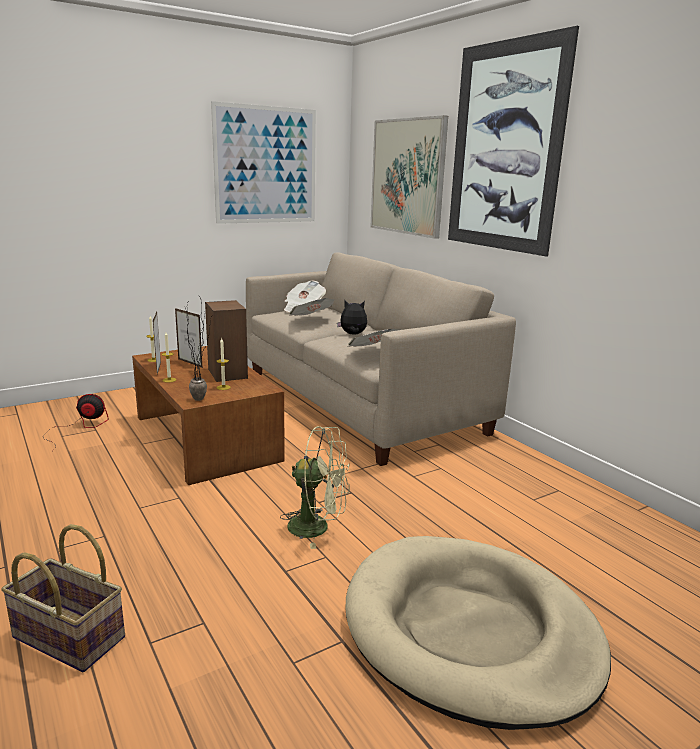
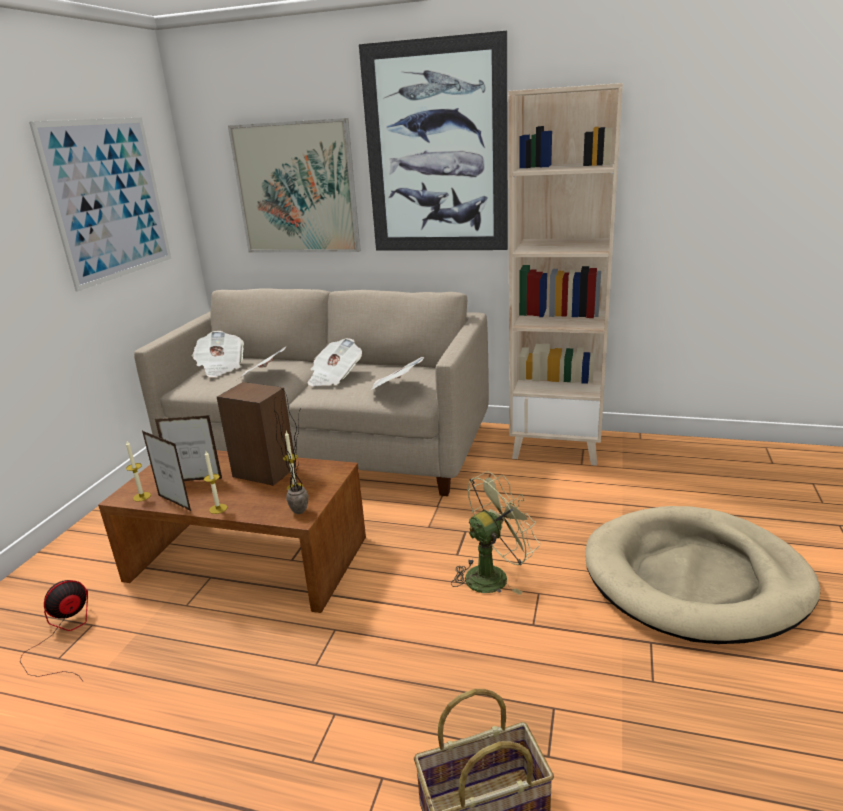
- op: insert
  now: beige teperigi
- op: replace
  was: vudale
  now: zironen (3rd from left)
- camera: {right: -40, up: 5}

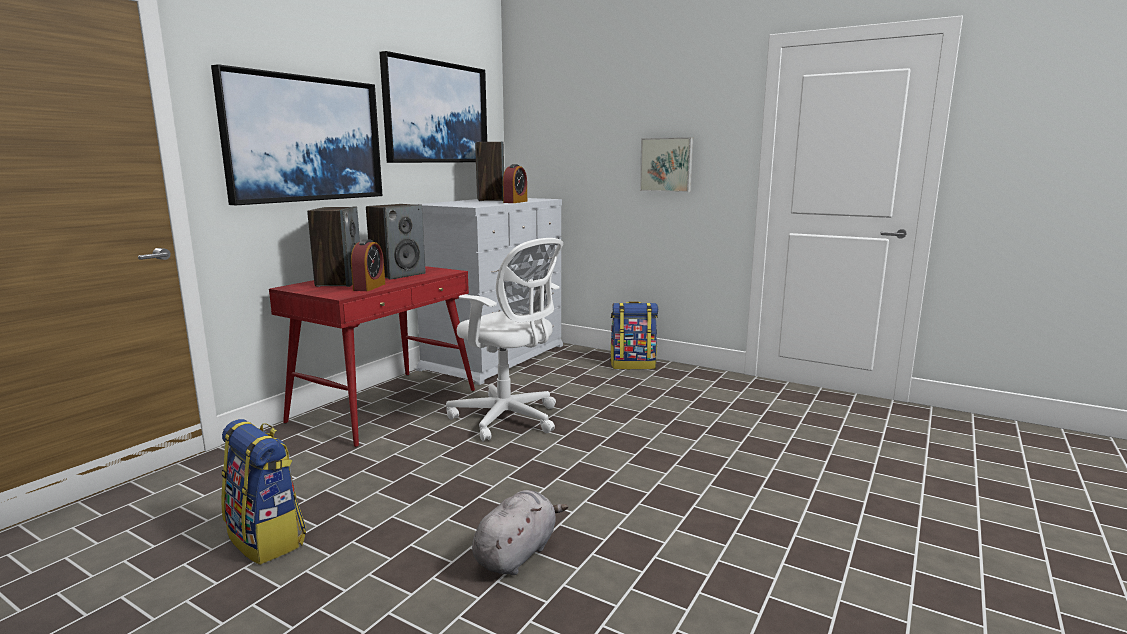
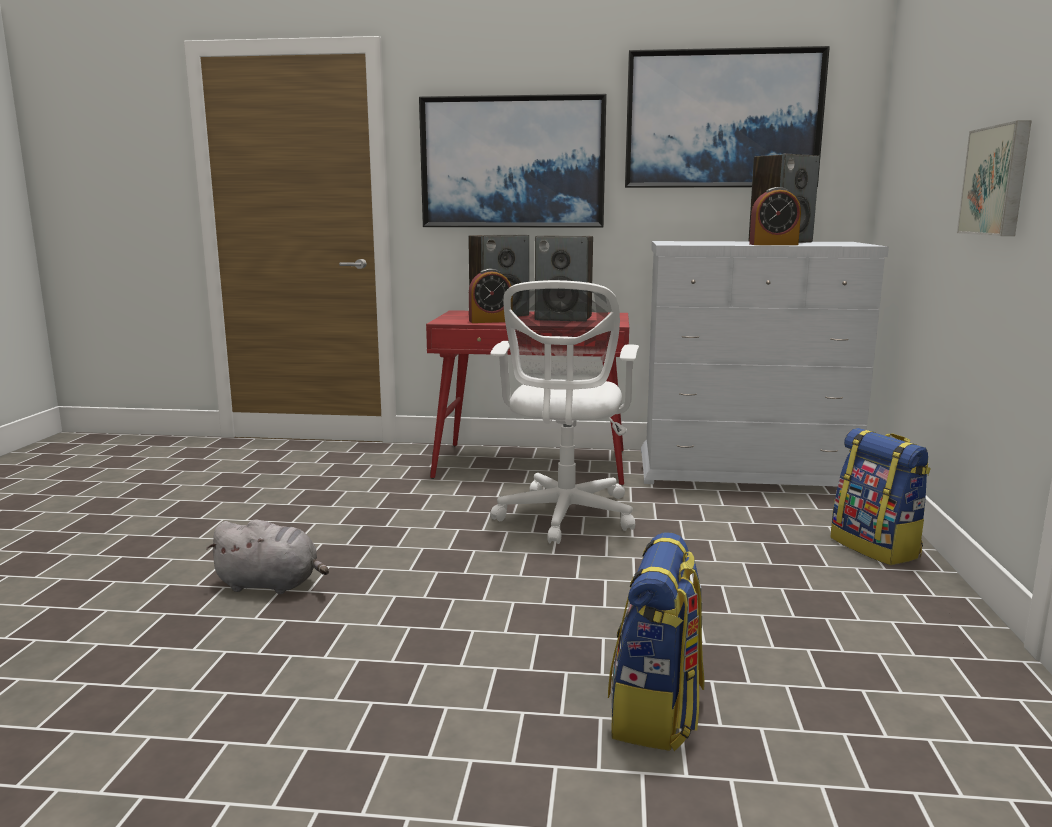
- op: move
  was: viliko (1st from left)
- camera: {right: 65, up: 0}

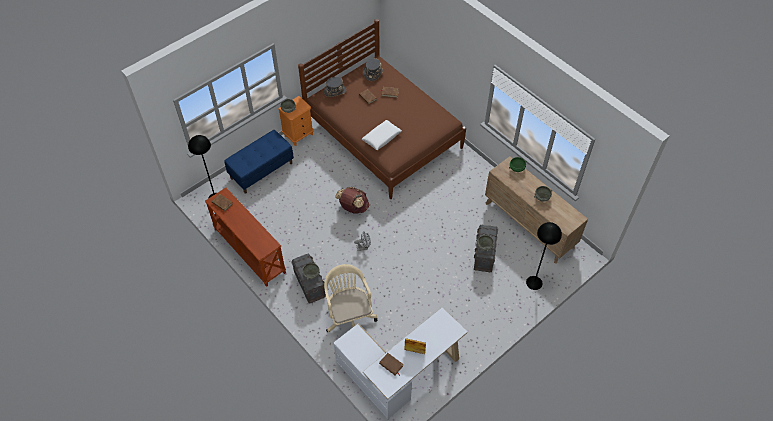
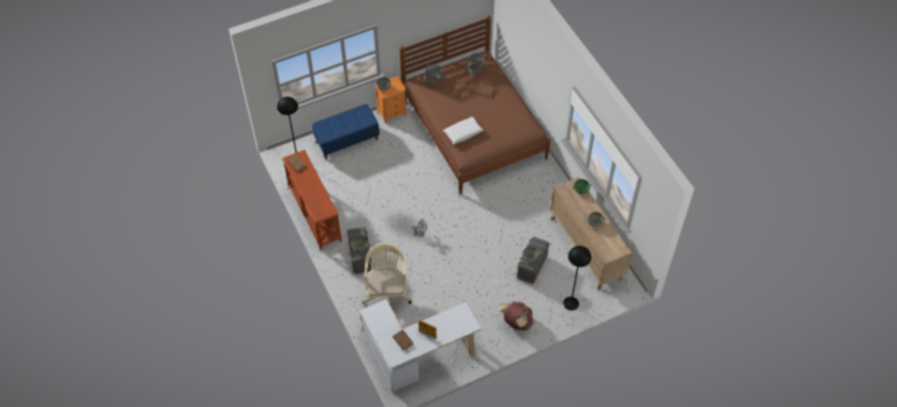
- op: move
  was: brown viliko
- camera: {right: 15, up: 0}

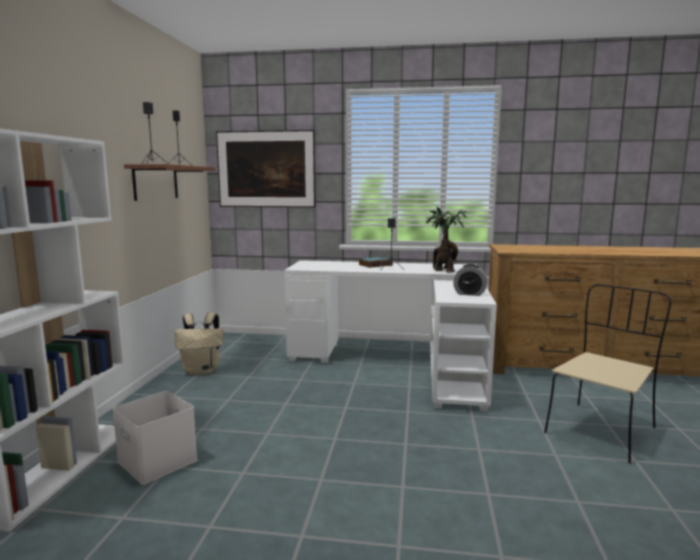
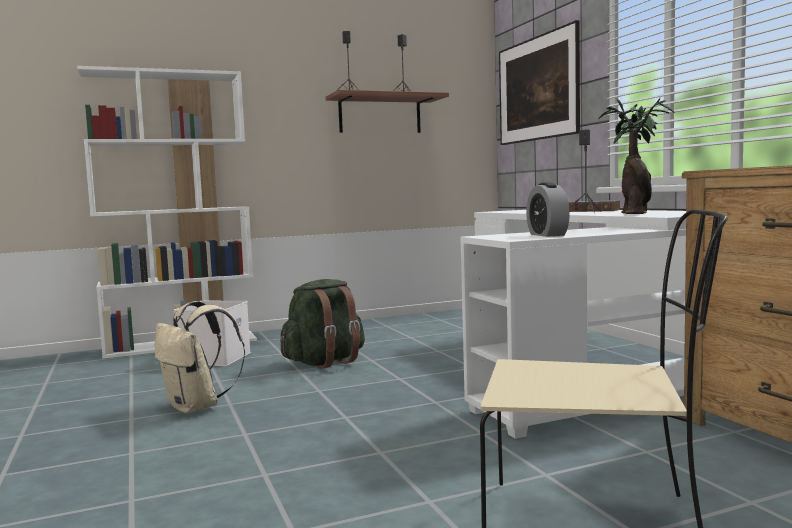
- op: insert
  now: green viliko
- op: move
  was: beige viliko
- camera: {right: 60, up: -5}

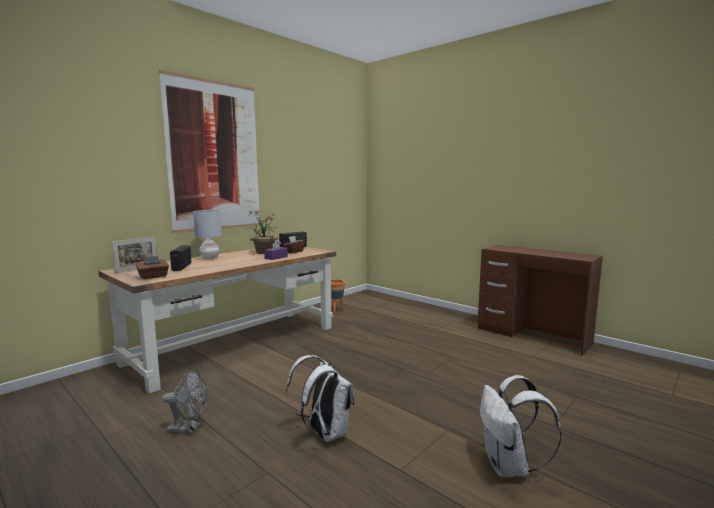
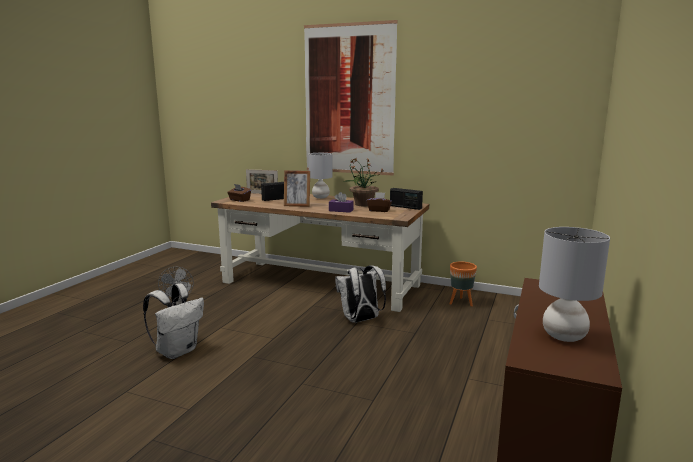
- op: insert
  now: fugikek (2nd from left)
- op: insert
  now: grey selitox (2nd from left)
- op: move
  was: white viliko (2nd from left)
- camera: {right: 70, up: 5}

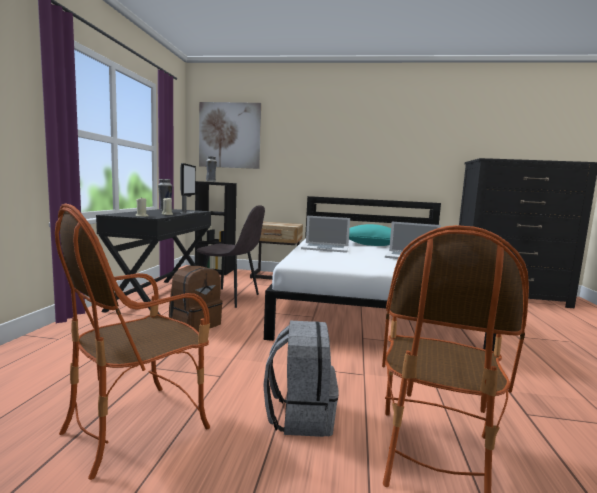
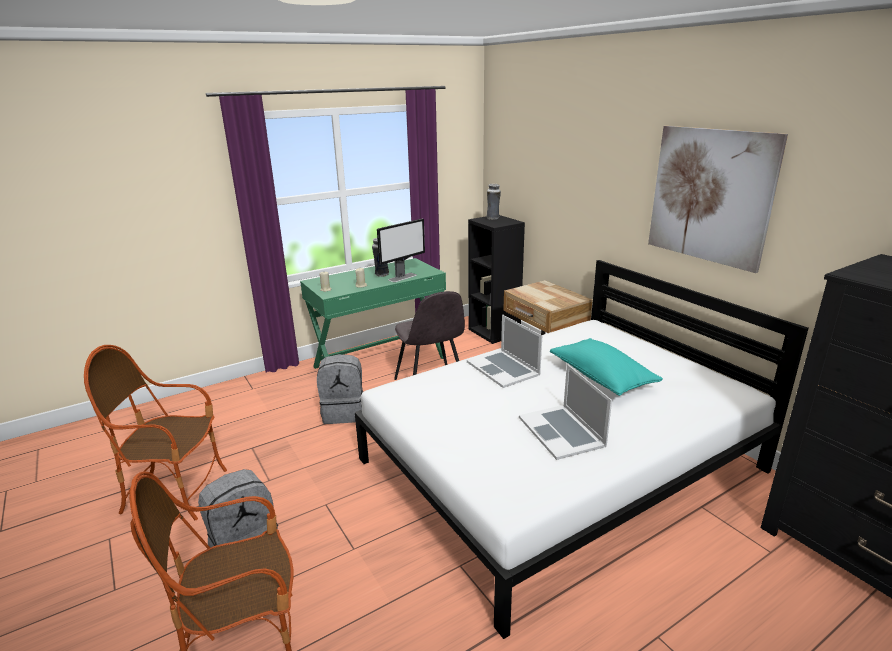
- op: move
  was: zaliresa
- op: recolor
  was: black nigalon
  now: green nigalon
- op: recolor
  was: brown viliko
  now: grey viliko (2nd from left)
- camera: {right: 50, up: 15}

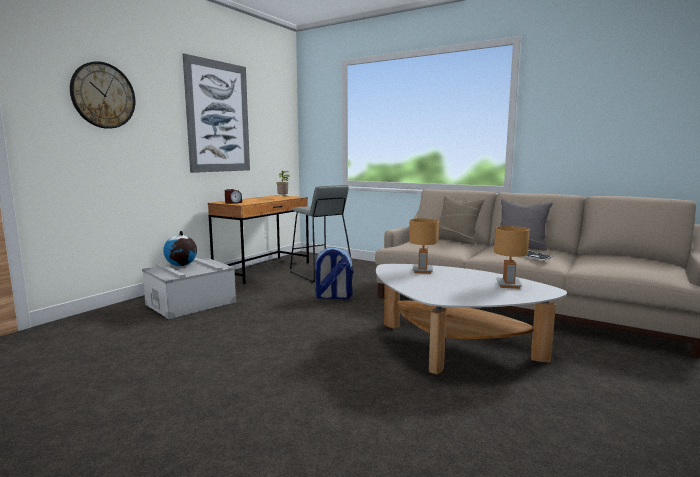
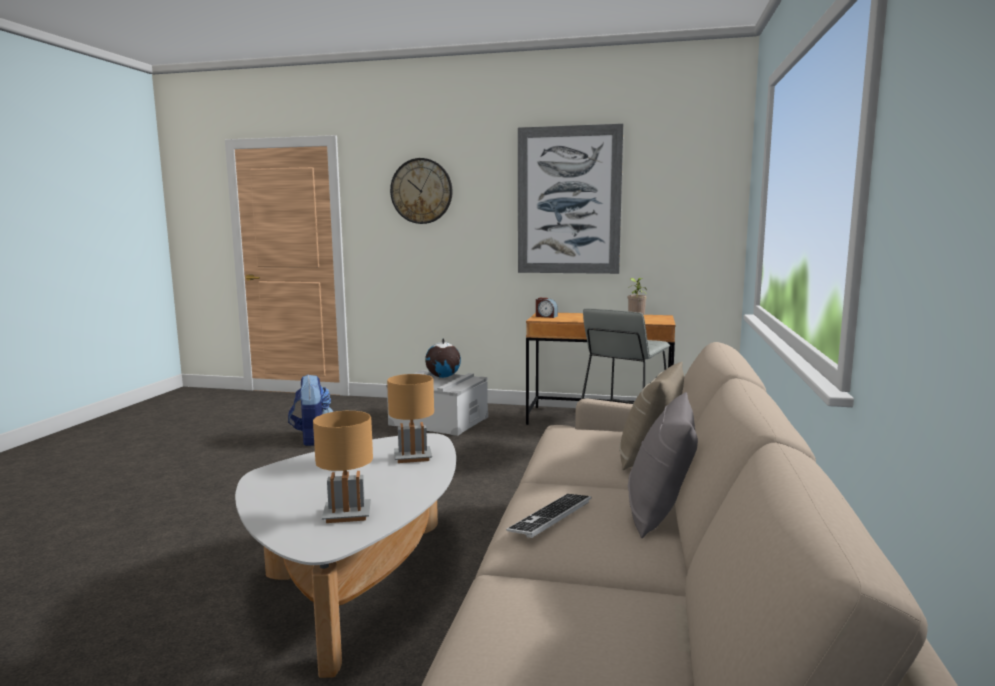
- op: move
  was: viliko
- camera: {right: 70, up: 0}

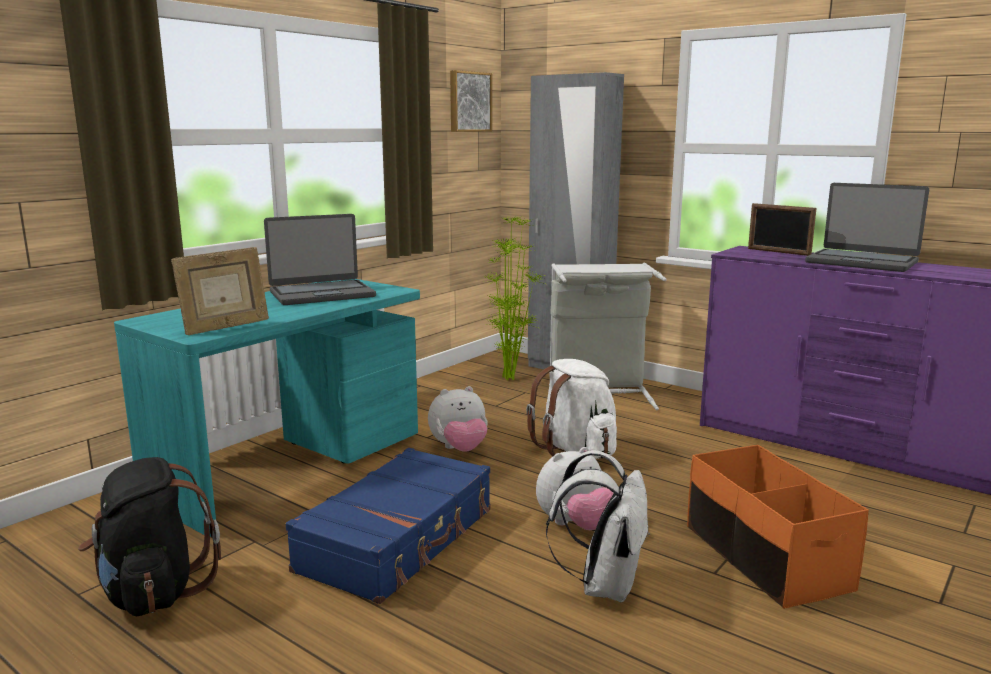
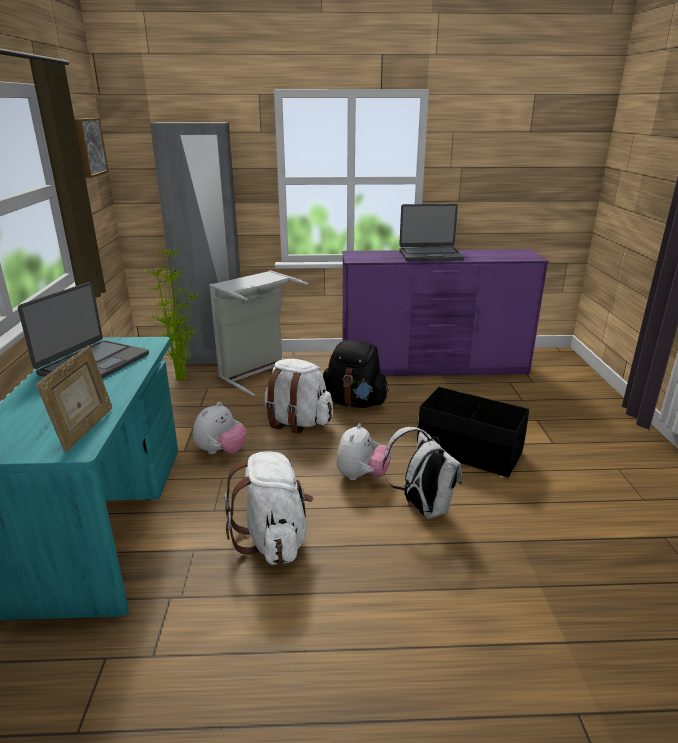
- op: delete
  was: fugikek (2nd from left)
- op: move
  was: black viliko
- op: replace
  was: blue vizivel
  now: white viliko (1st from left)
- op: recolor
  was: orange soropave
  now: black soropave
- camera: {right: -40, up: 10}

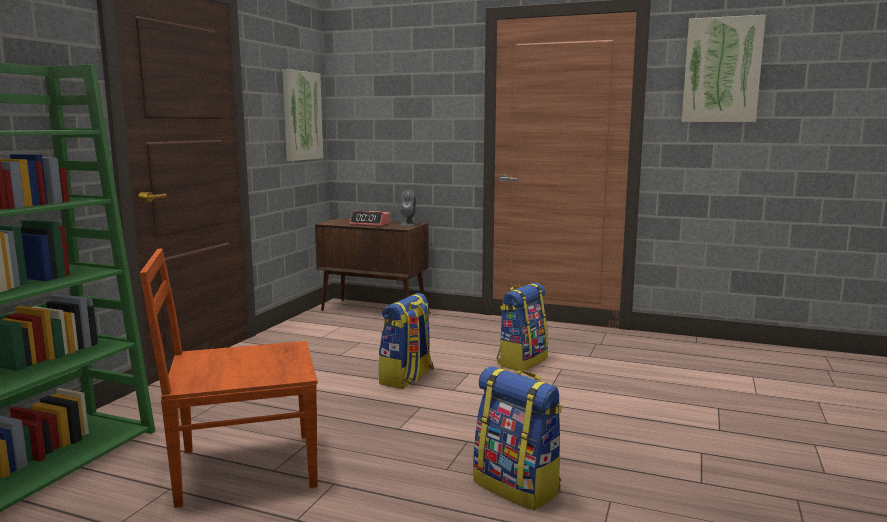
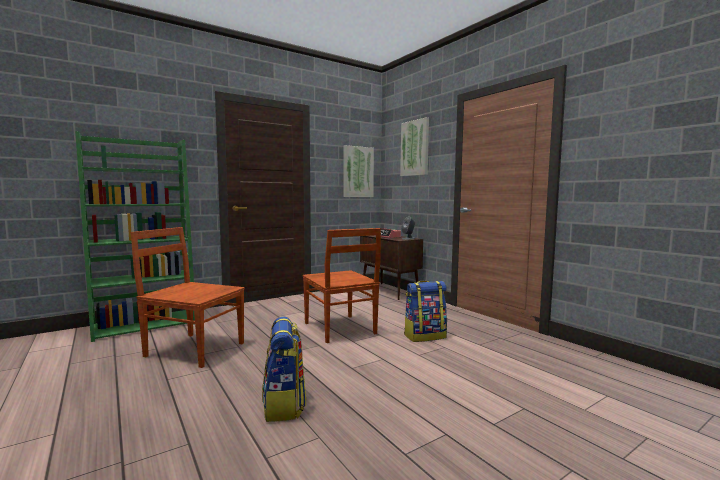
- op: move
  was: zaliresa (2nd from left)
- op: replace
  was: viliko (1st from left)
  now: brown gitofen (2nd from left)
- camera: {right: 35, up: -5}

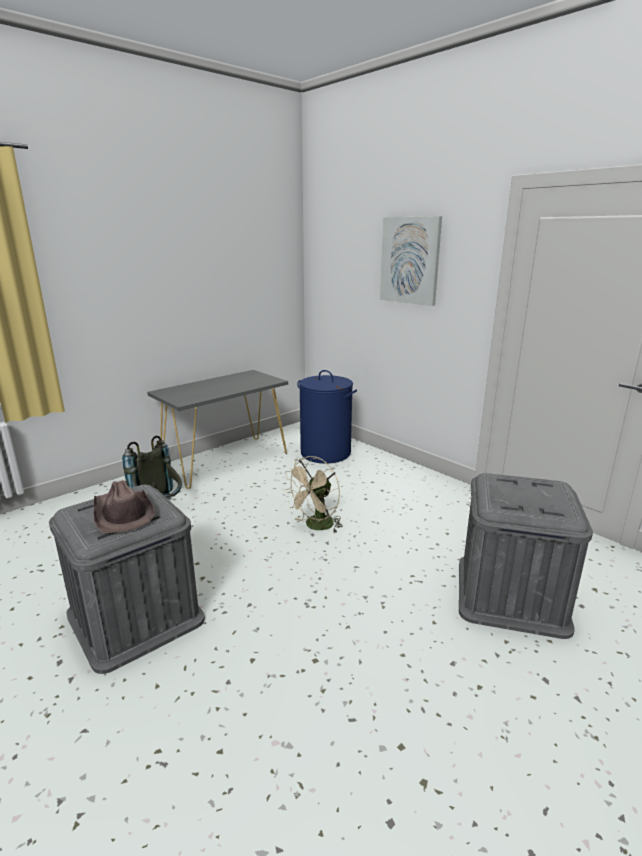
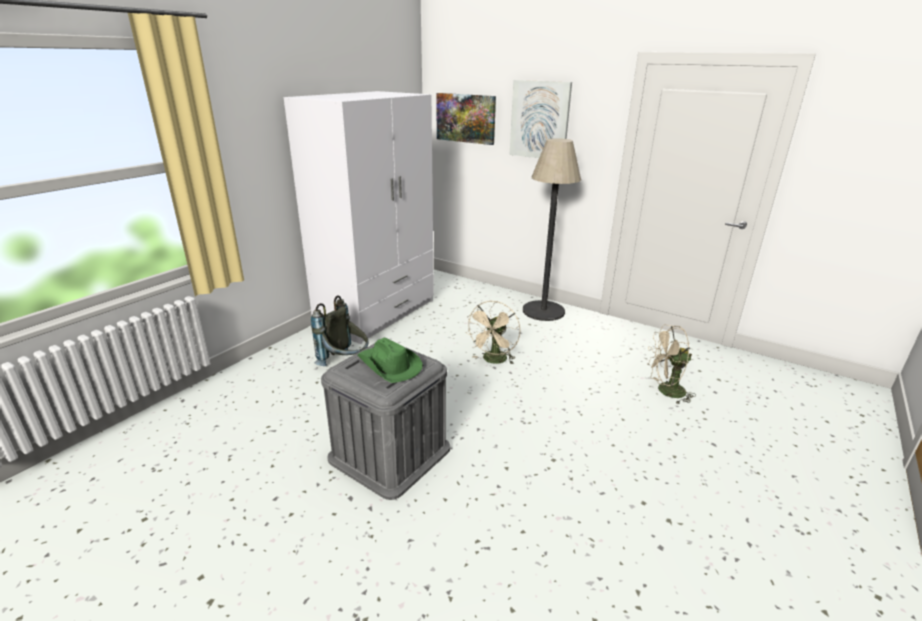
- op: delete
  was: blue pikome
- op: insert
  now: zaliresa (1st from left)
- op: insert
  now: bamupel
- op: replace
  was: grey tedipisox
  now: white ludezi
- op: replace
  was: grey soropave (2nd from left)
  now: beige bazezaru (2nd from left)
- op: recolor
  was: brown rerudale
  now: green rerudale
- camera: {right: -15, up: 5}

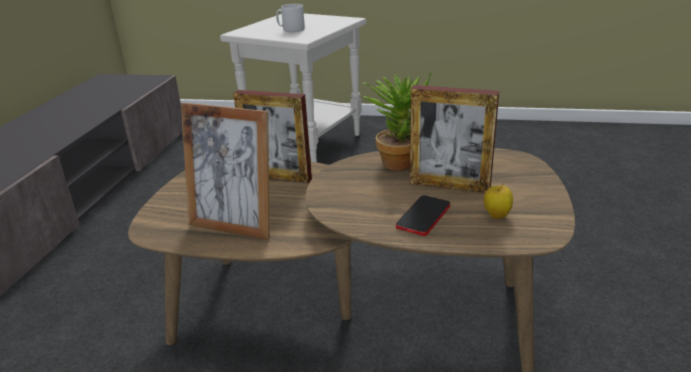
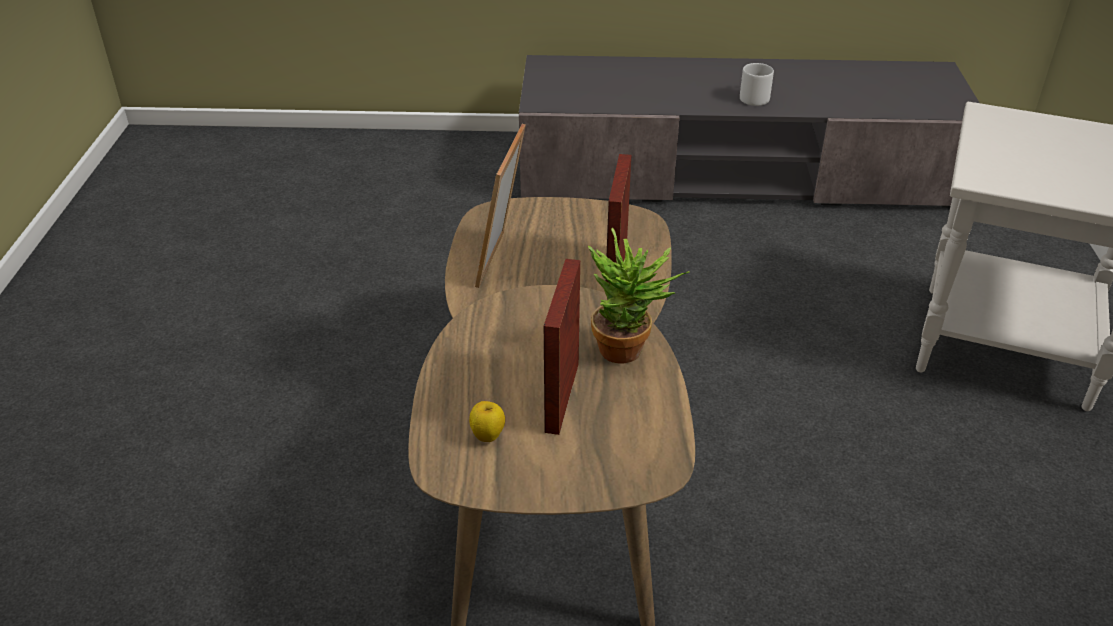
- op: delete
  was: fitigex
- op: move
  was: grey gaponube
- camera: {right: 80, up: 10}

